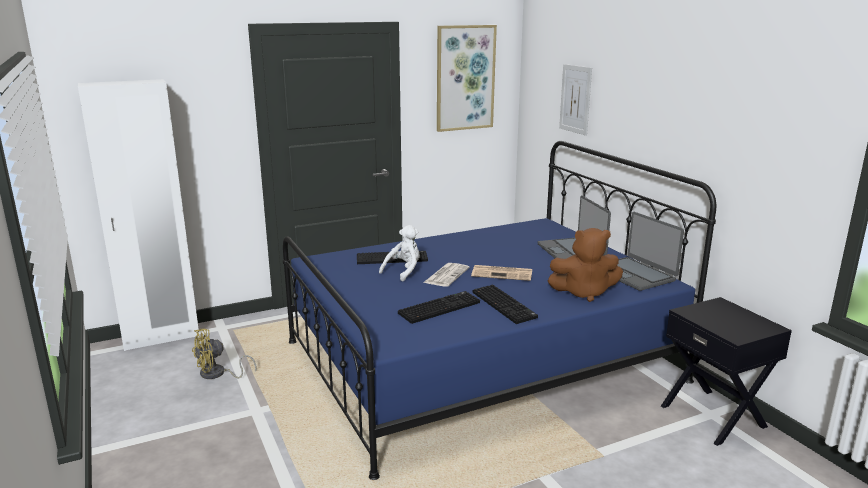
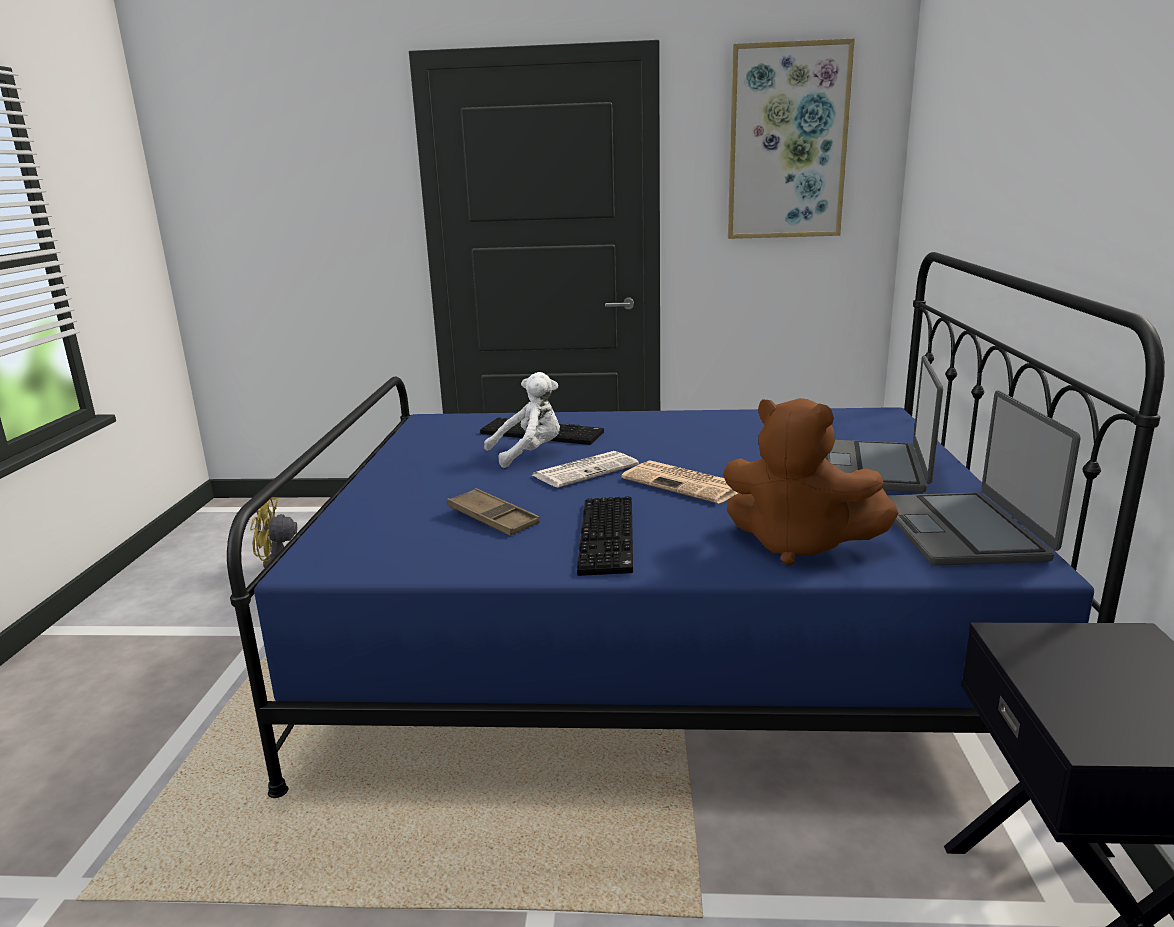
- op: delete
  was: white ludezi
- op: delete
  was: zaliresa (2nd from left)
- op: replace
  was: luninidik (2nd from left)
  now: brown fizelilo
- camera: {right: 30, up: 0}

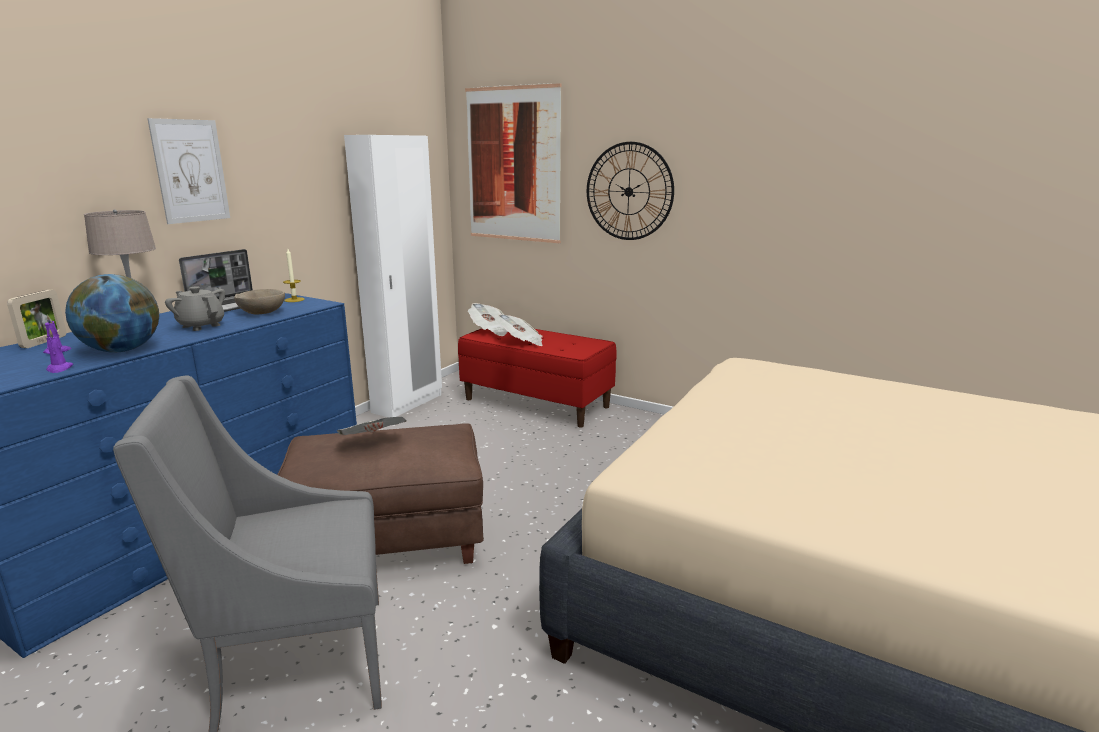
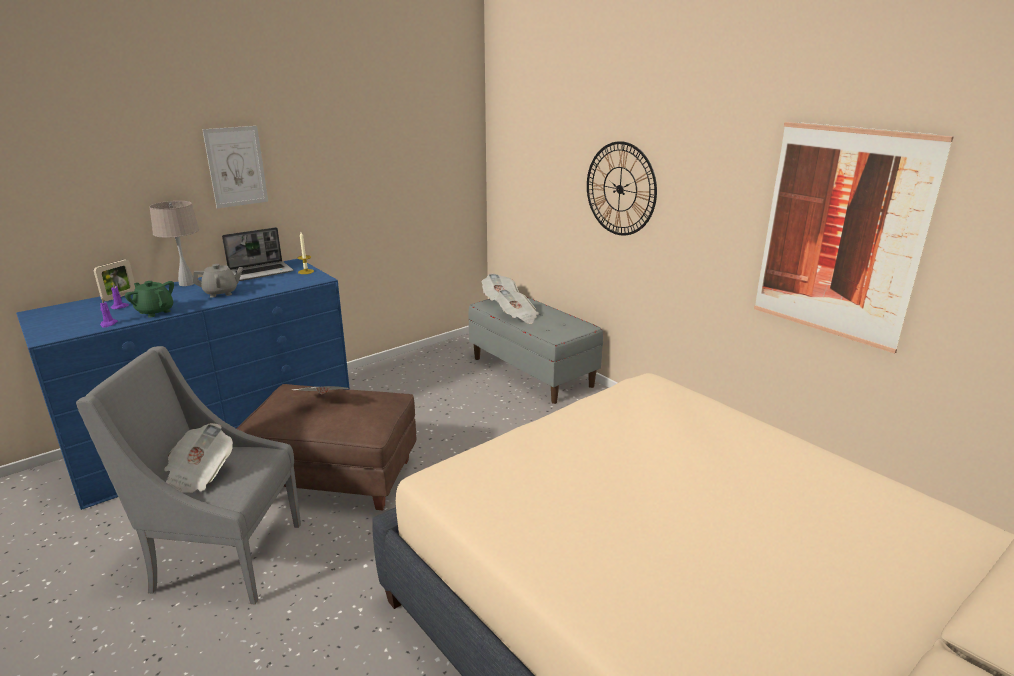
- op: delete
  was: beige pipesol
- op: delete
  was: white ludezi
- op: insert
  now: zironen (1st from left)
- op: move
  was: zaliresa (2nd from left)
- op: replace
  was: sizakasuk
  now: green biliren
- op: recolor
  was: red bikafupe
  now: grey bikafupe
- op: rotate
  was: grey biliren
  clockwise: 105
- camera: {right: 20, up: 5}

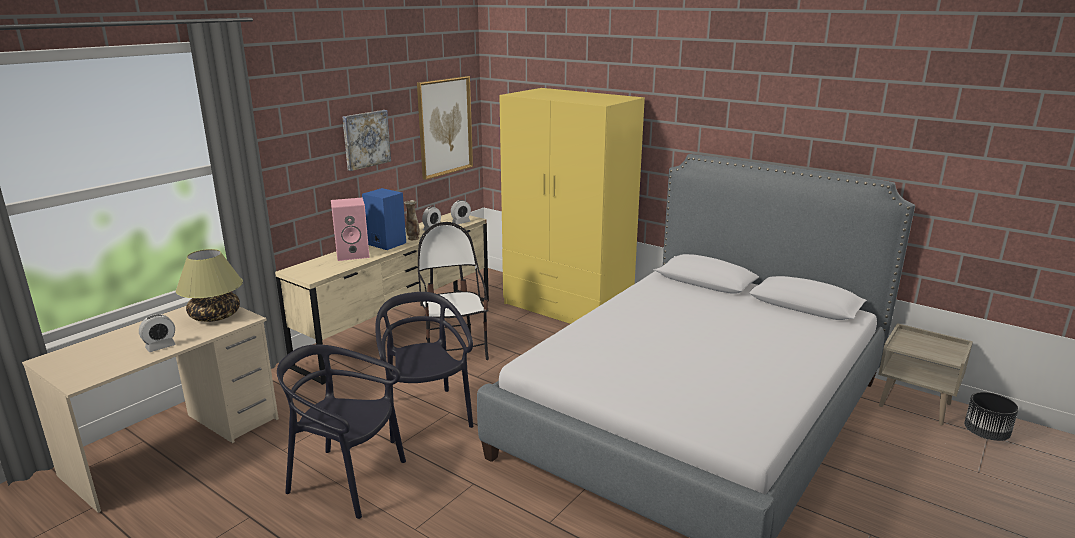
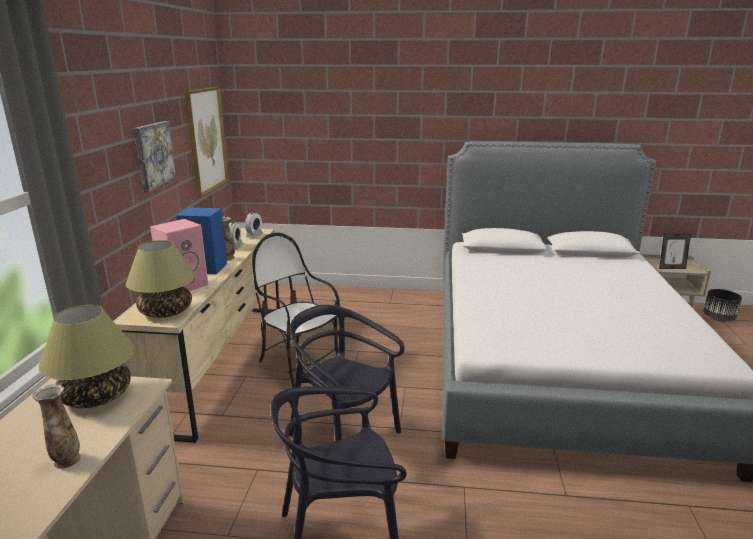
- op: delete
  was: yellow ludezi
- op: insert
  now: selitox (2nd from left)
- op: insert
  now: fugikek
- op: replace
  was: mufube (1st from left)
  now: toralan (1st from left)
- camera: {right: -30, up: 0}

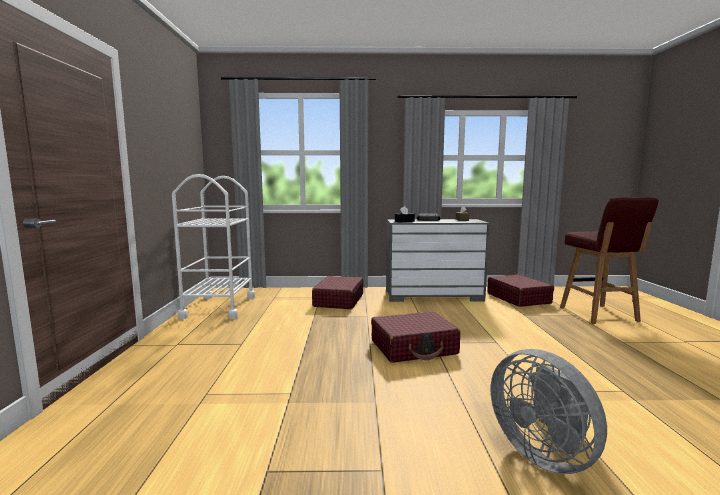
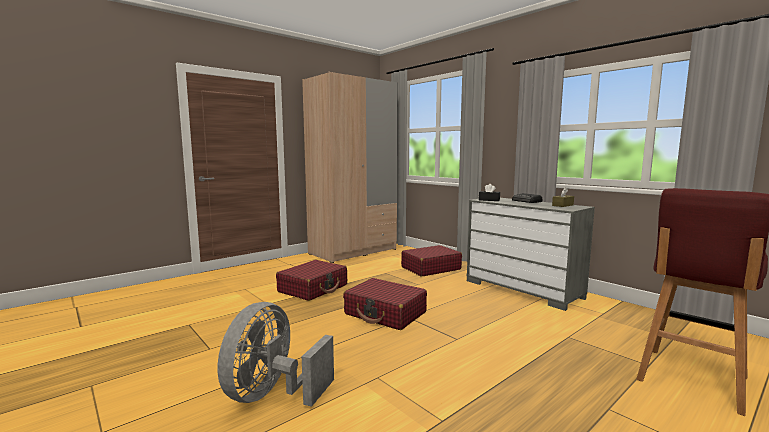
- op: move
  was: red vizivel (3rd from left in the first image)
  now: red vizivel (1st from left)
- op: replace
  was: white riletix
  now: beige ludezi
- camera: {right: 50, up: 0}

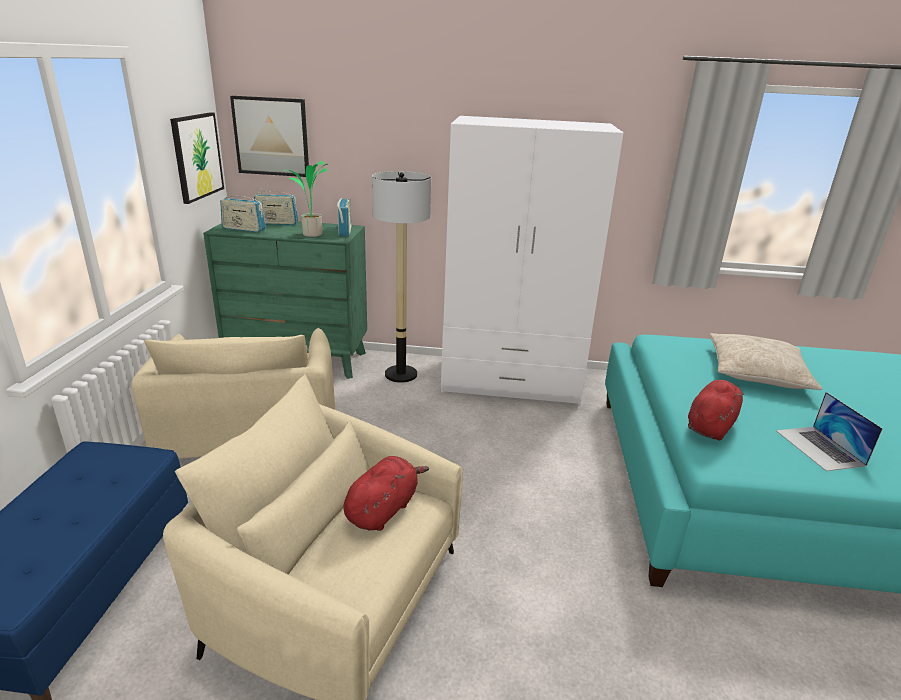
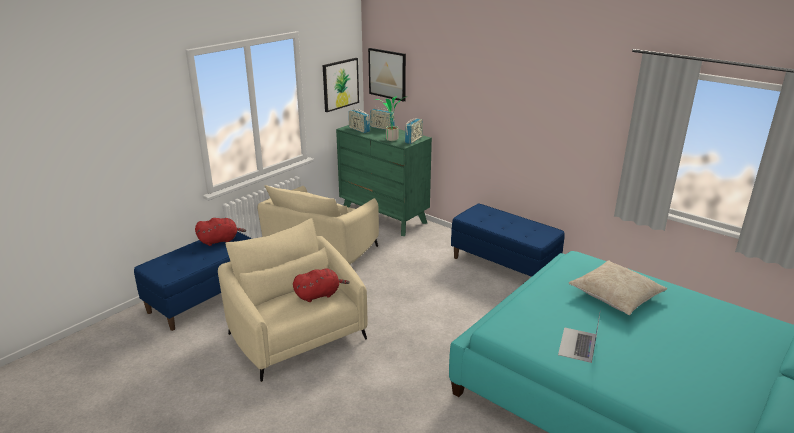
- op: delete
  was: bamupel
- op: move
  was: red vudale (2nd from left in the first image)
  now: red vudale (1st from left)
- op: replace
  was: white ludezi
  now: blue bikafupe (2nd from left)
- camera: {right: 35, up: 0}

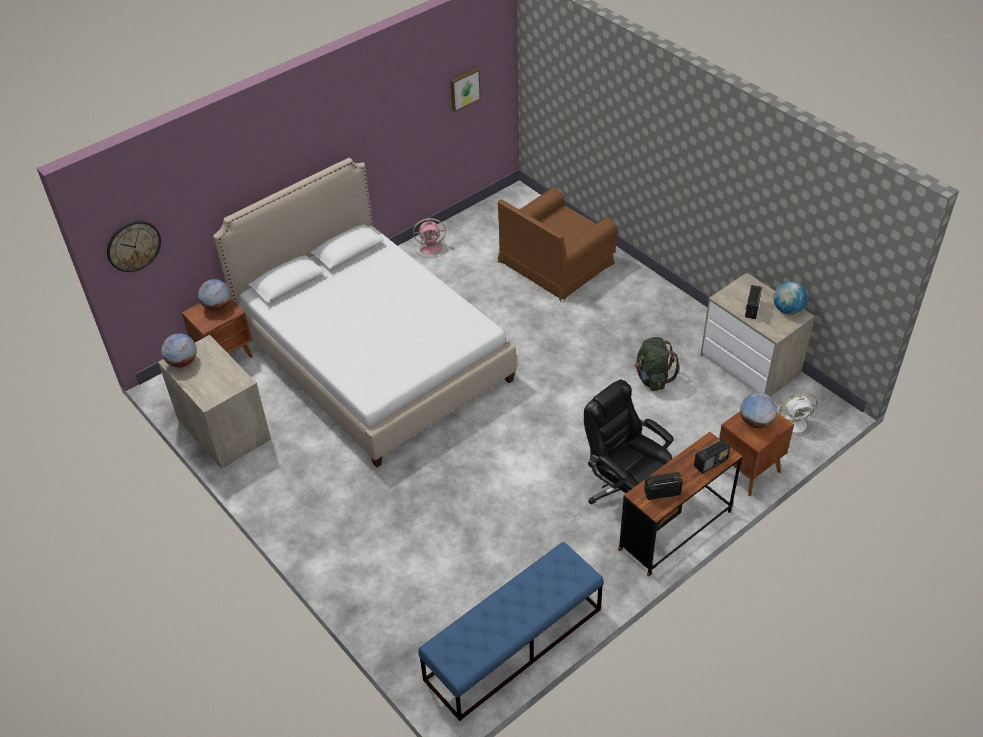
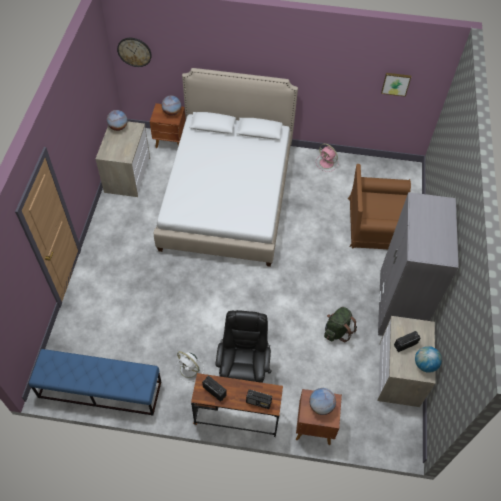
- op: insert
  now: grey ludezi
- op: move
  was: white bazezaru
- camera: {right: 45, up: 10}

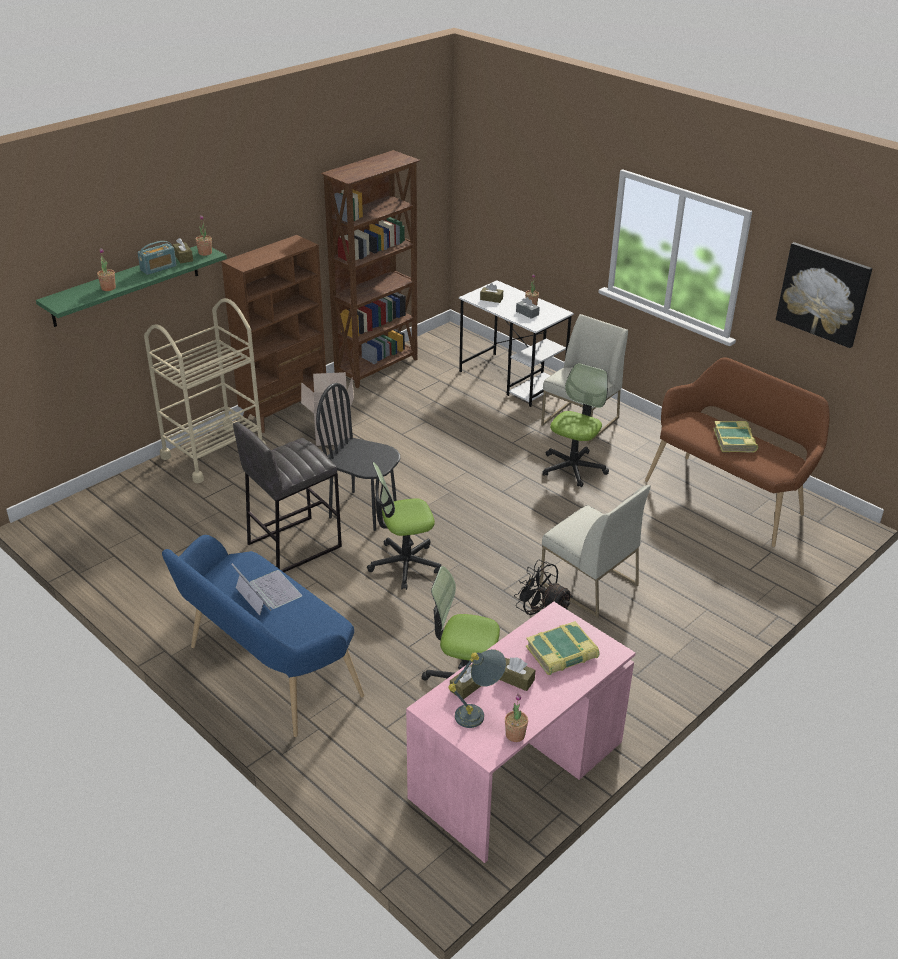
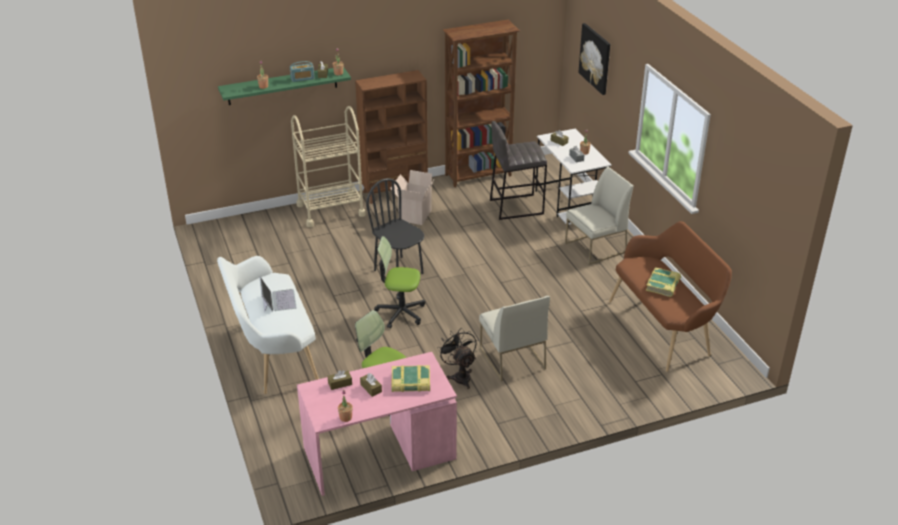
- op: delete
  was: grey selitox
- op: delete
  was: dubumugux (3rd from left)
- op: move
  was: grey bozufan
- op: move
  was: zaliresa
- op: recolor
  was: blue bikafupe
  now: white bikafupe
- camera: {right: 25, up: 0}

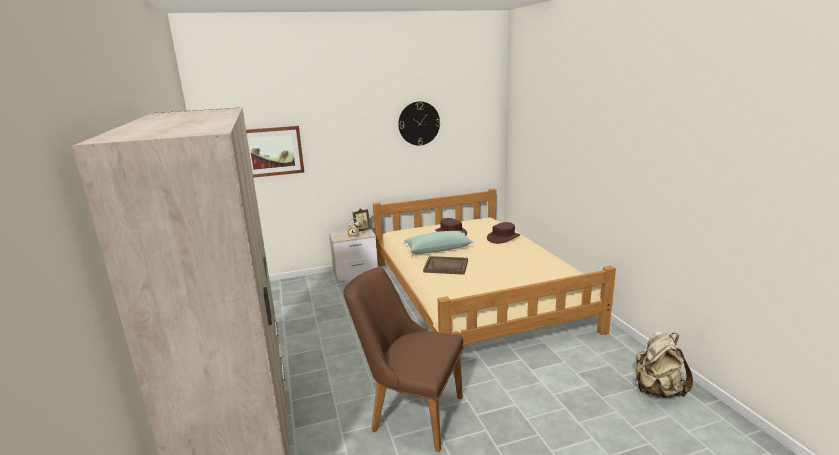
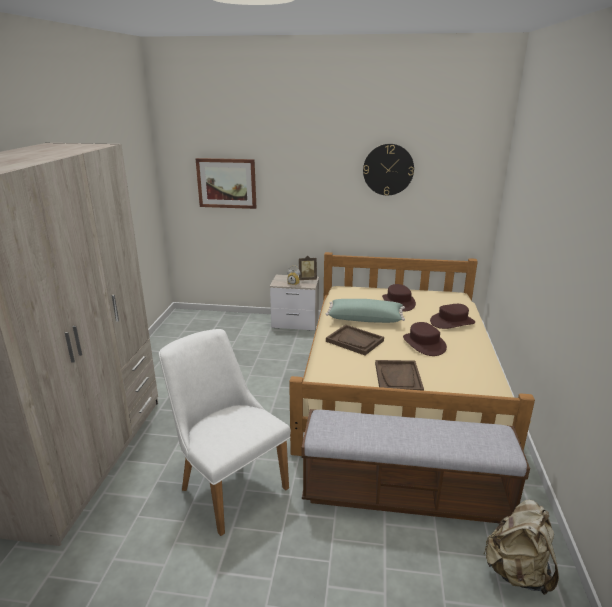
- op: insert
  now: bikafupe
- op: insert
  now: brown fizelilo (2nd from left)
- op: insert
  now: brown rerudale (2nd from left)
- op: recolor
  was: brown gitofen
  now: white gitofen
- camera: {right: 25, up: 5}

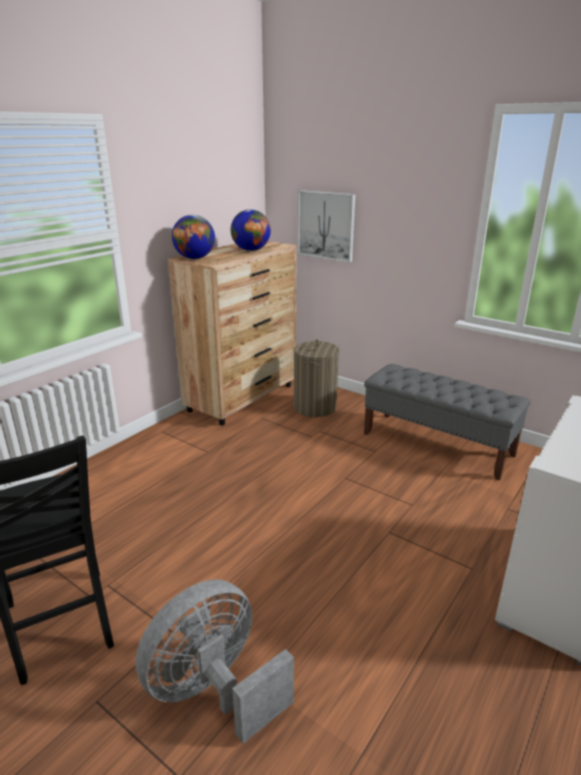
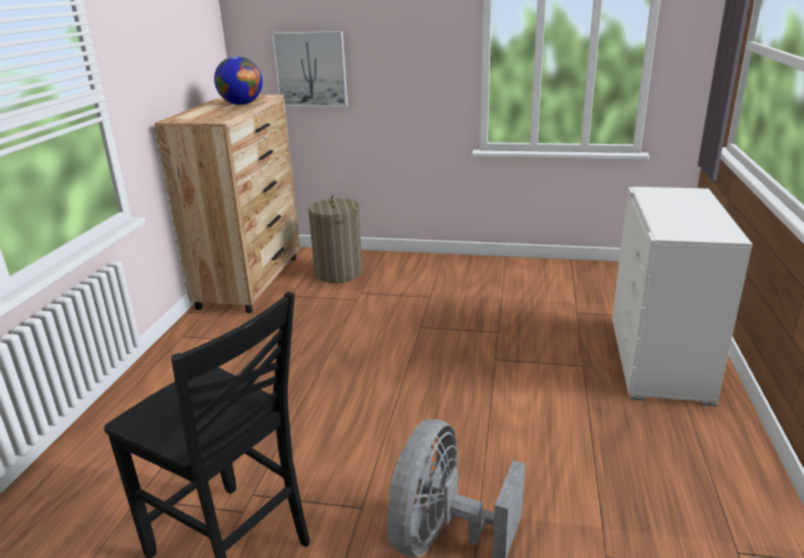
- op: delete
  was: sizakasuk (1st from left)
- op: delete
  was: grey bikafupe
- camera: {right: -25, up: 0}

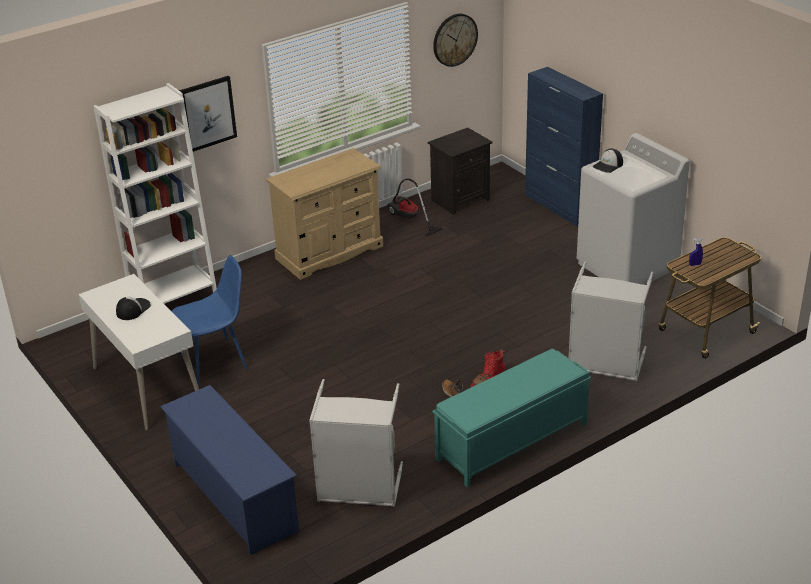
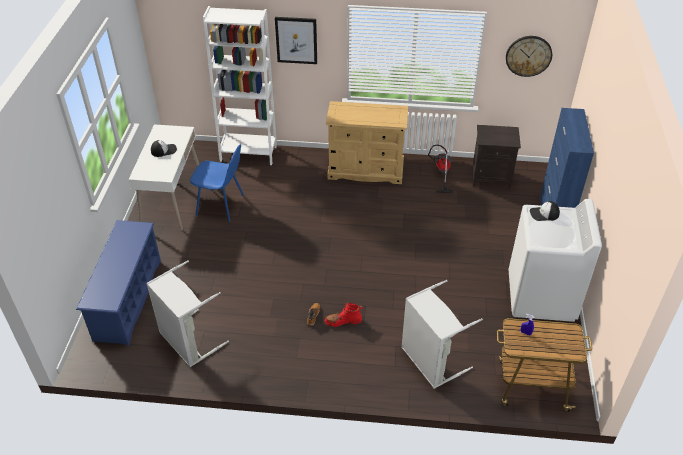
- op: delete
  was: turquoise bikafupe
- camera: {right: 40, up: 10}

